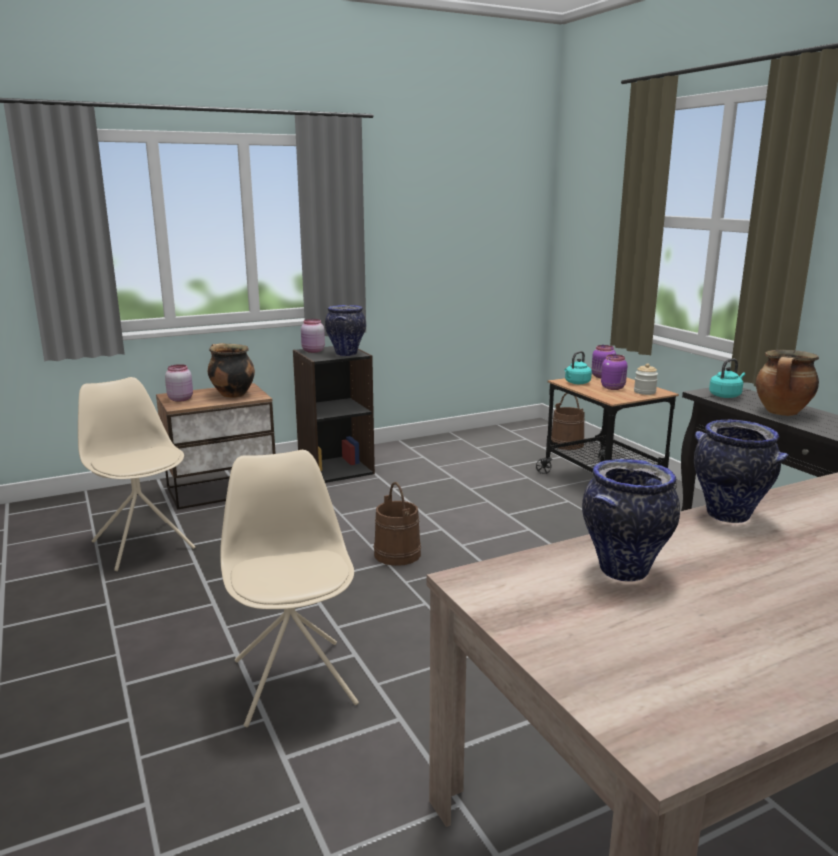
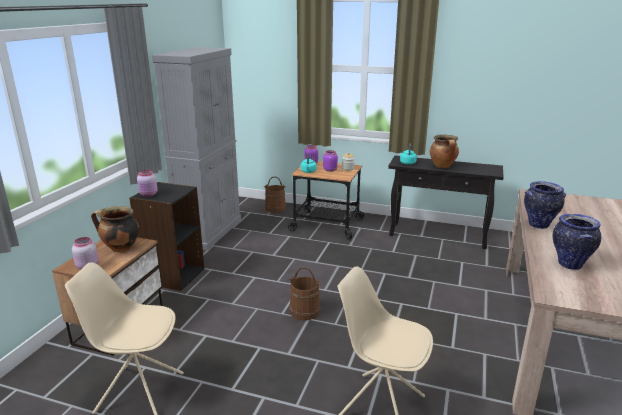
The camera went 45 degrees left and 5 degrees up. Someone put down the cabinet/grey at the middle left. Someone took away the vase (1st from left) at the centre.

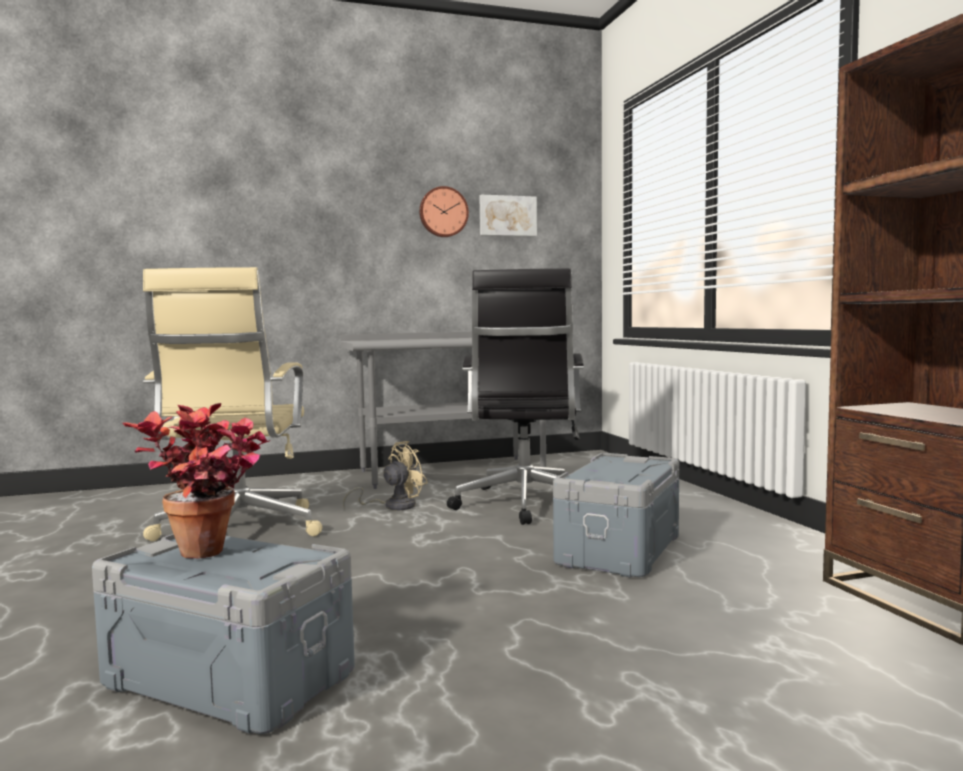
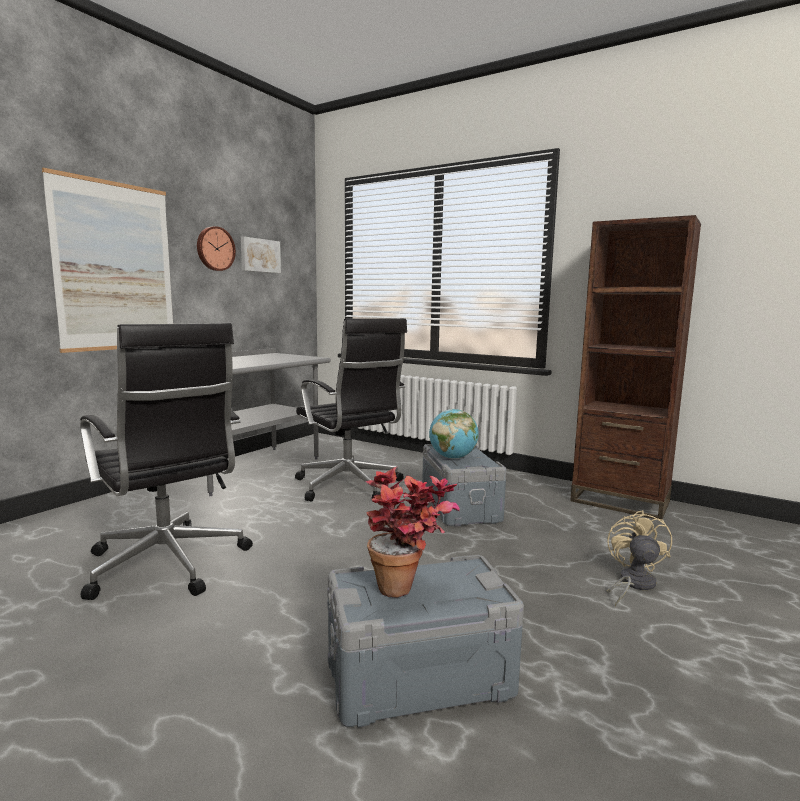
The camera went 40 degrees left and 5 degrees up. Someone put up the picture (1st from left) at the top left. Someone repainted the office chair/beige at the middle left, which became the office chair/black (1st from left) at the middle left. Someone put down the globe at the centre. Someone carried the fan/beige from the centre to the bottom right.

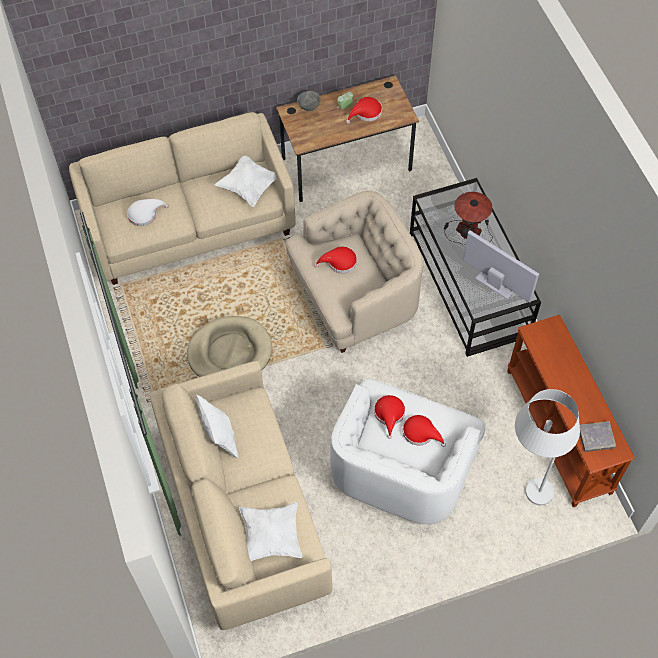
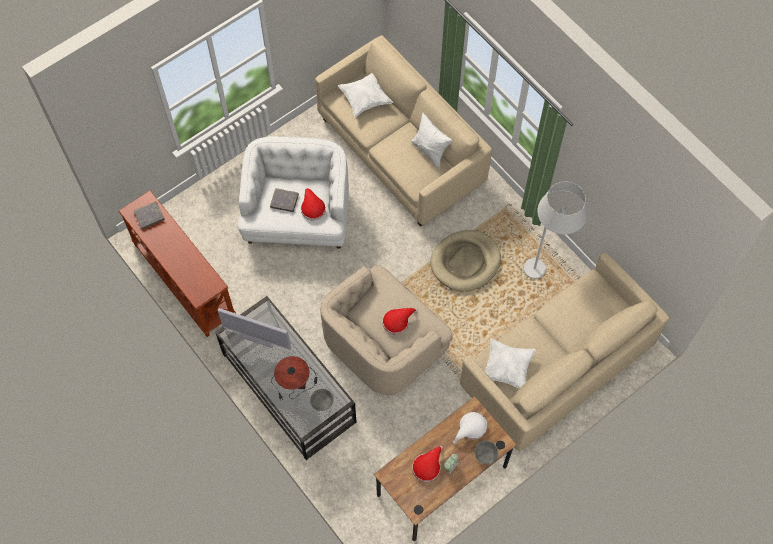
The camera went 160 degrees right and 5 degrees up. Someone swapped the hat/red (4th from left) at the centre for the book/grey (2nd from left) at the centre. Someone put down the bowl/grey (1st from left) at the bottom centre. Someone carried the hat/white from the top left to the bottom centre. Someone carried the floor lamp/white from the bottom right to the middle right.

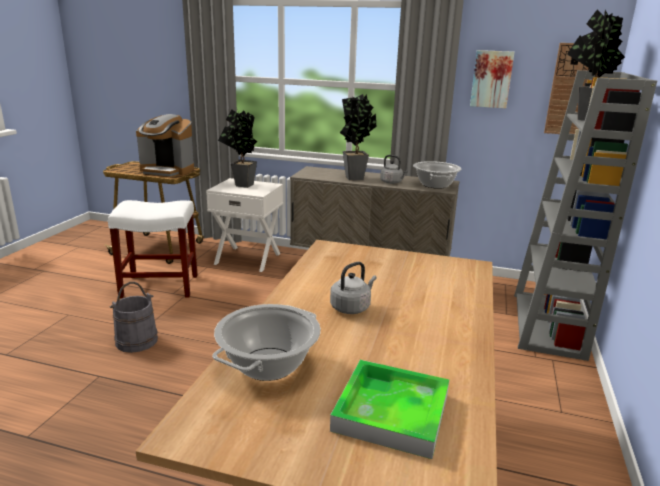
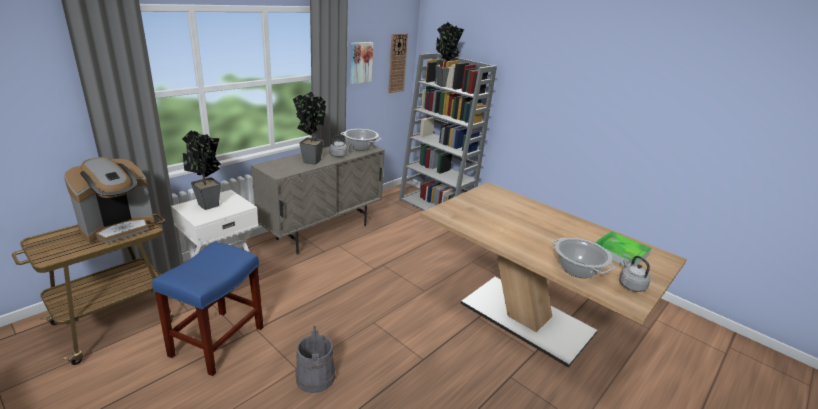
The camera went 65 degrees left and 5 degrees up. Someone repainted the stool/white at the middle left, which became the stool/blue at the bottom left. Someone carried the kettle/grey (1st from left in the first image) from the centre to the bottom right.

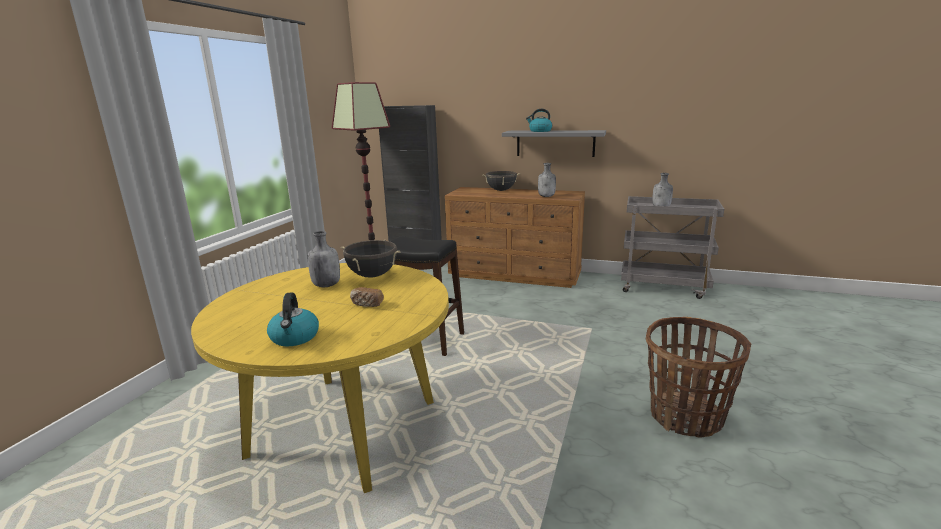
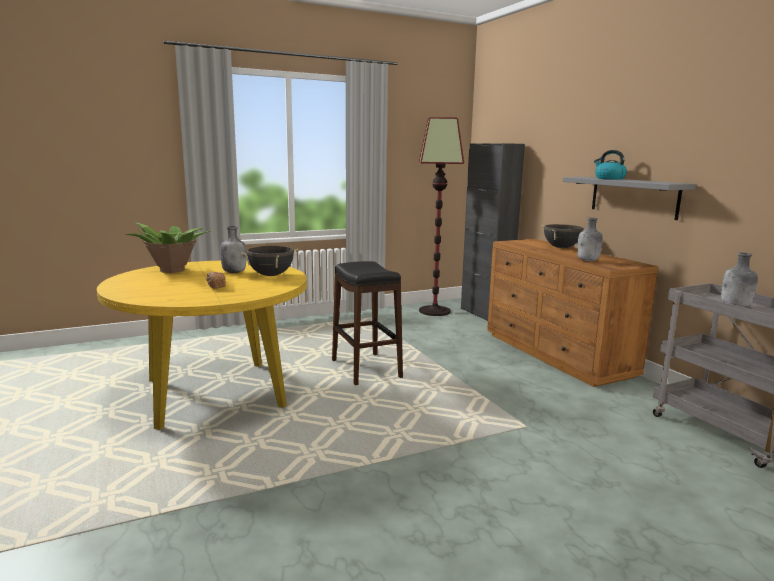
The camera went 45 degrees right and 5 degrees down. Someone put down the potted plant at the middle left. Someone took away the kettle (1st from left) at the middle left. Someone took away the basket at the bottom right.

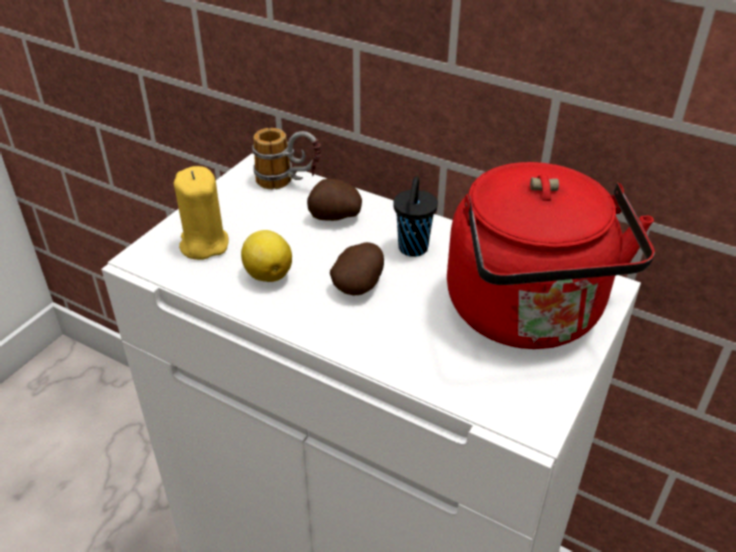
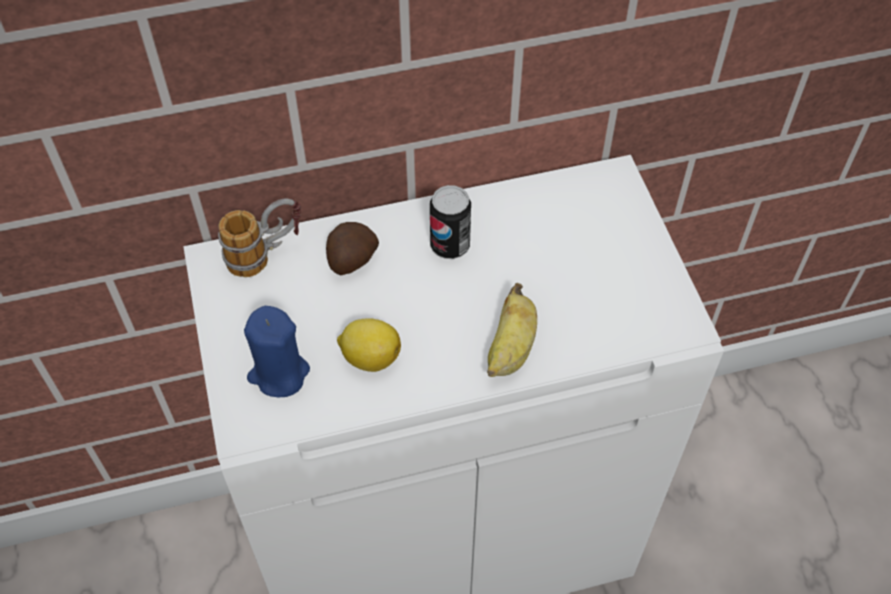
The camera went 45 degrees left and 15 degrees up. Someone repainted the candle/yellow at the middle left, which became the candle/blue at the middle left. Someone swapped the cup/black at the centre for the can at the centre. Someone put down the banana at the centre. Someone took away the potato (2nd from left) at the centre. Someone took away the kettle/red at the middle right.

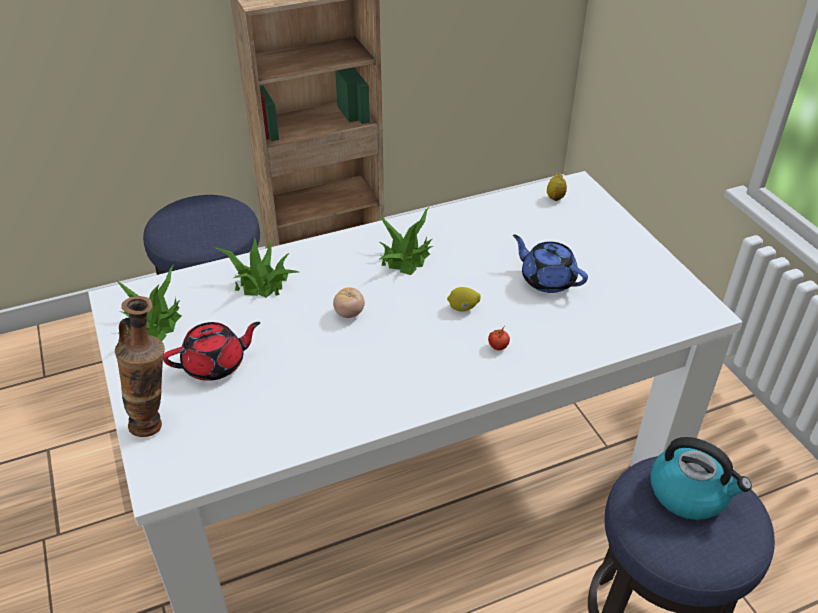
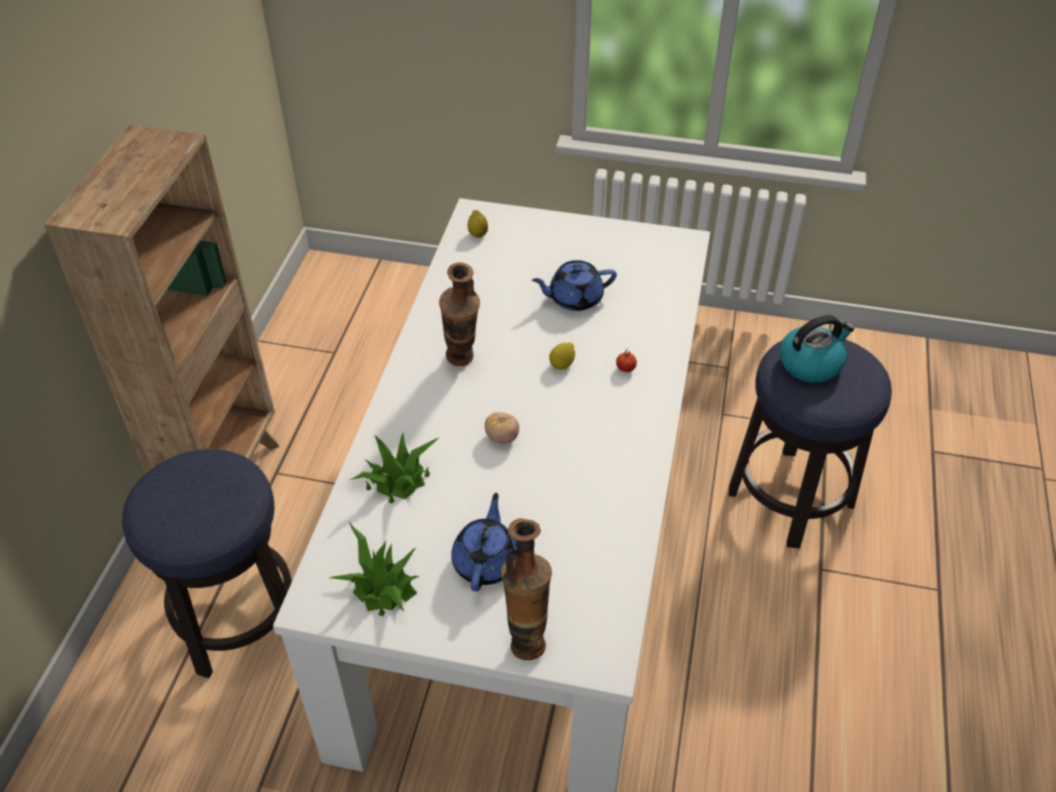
The camera went 55 degrees left and 5 degrees up. Someone swapped the potted plant (3rd from left) at the centre for the vase (1st from left) at the centre. Someone repainted the teapot/red at the middle left, which became the teapot/blue (1st from left) at the bottom centre.

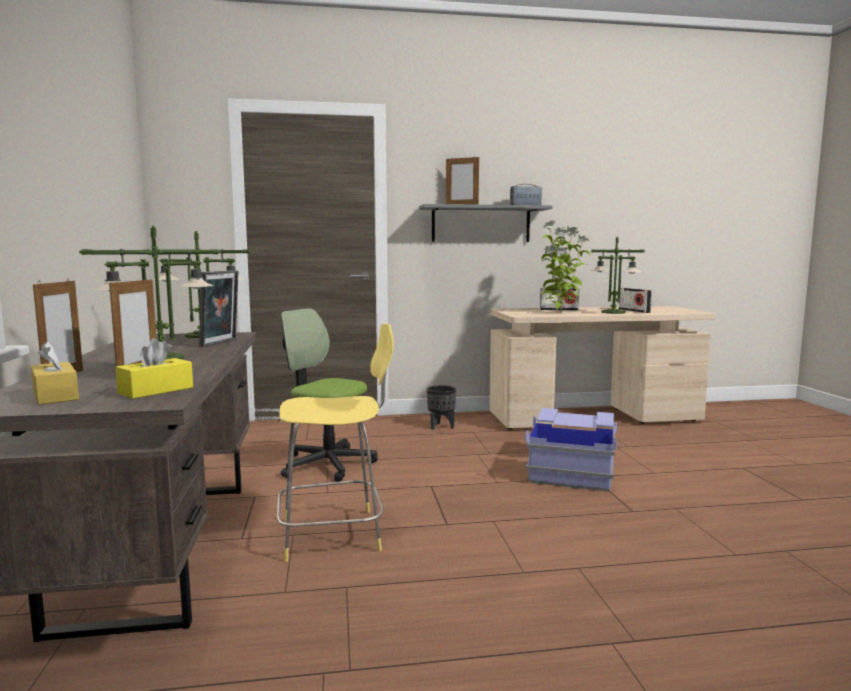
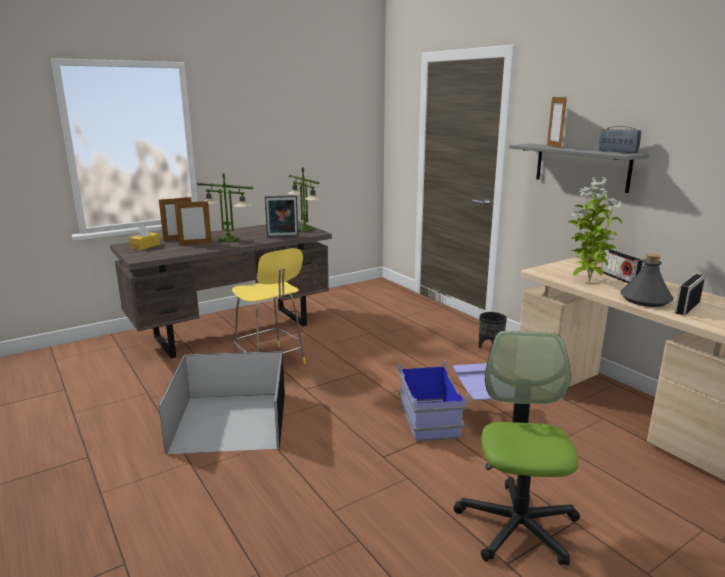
The camera went 65 degrees right and 10 degrees up. Someone put down the storage box/black at the bottom left. Someone carried the office chair from the centre to the bottom right. Someone swapped the table lamp (3rd from left) at the middle right for the bottle/grey at the middle right. Someone took away the tissue box/yellow (2nd from left) at the middle left.

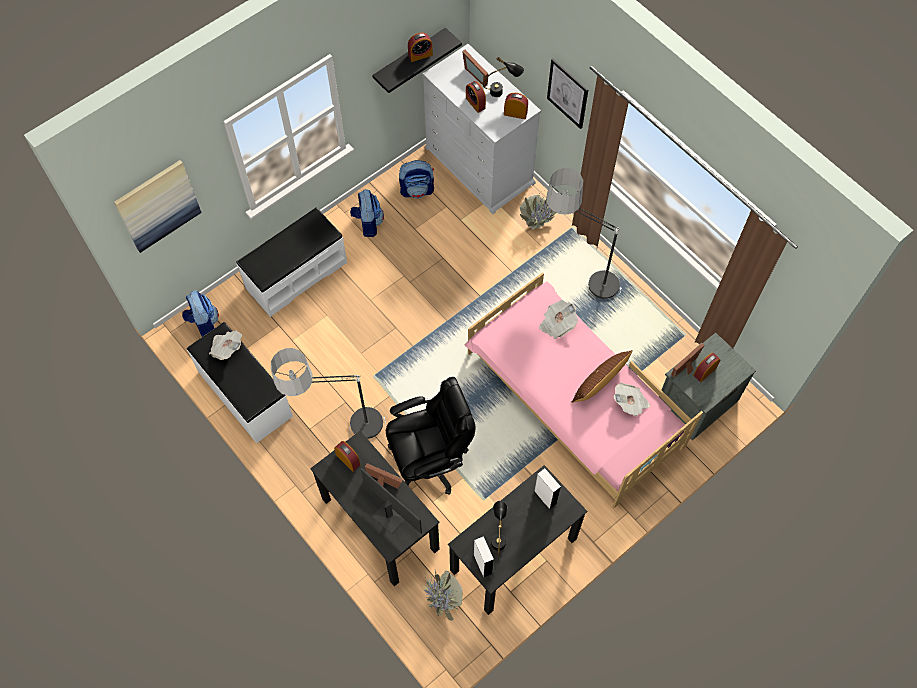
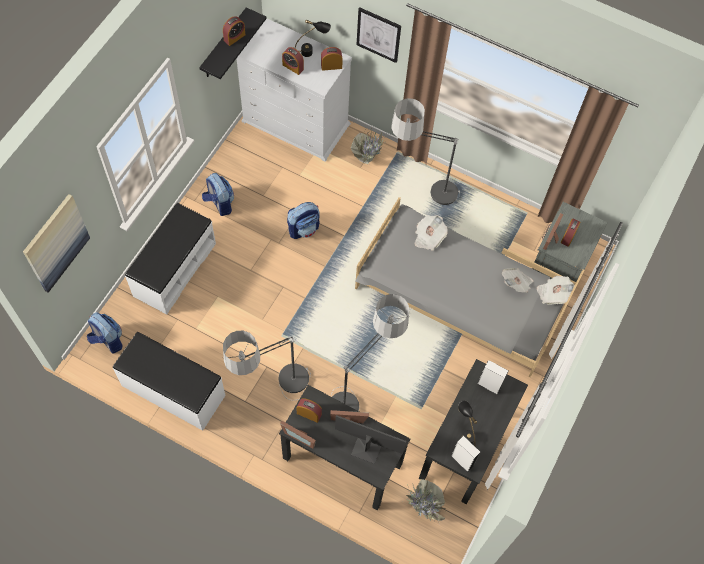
The camera went 25 degrees left and 0 degrees up. Someone carried the picture frame (2nd from left in the first image) from the top centre to the bottom centre. Someone carried the backpack (3rd from left) from the top centre to the centre. Someone swapped the office chair/black at the centre for the floor lamp (2nd from left) at the centre. Someone repainted the bed/pink at the centre, which became the bed/grey at the middle right. Someone carried the newspaper (1st from left in the first image) from the middle left to the middle right. Someone took away the pillow/brown at the centre.

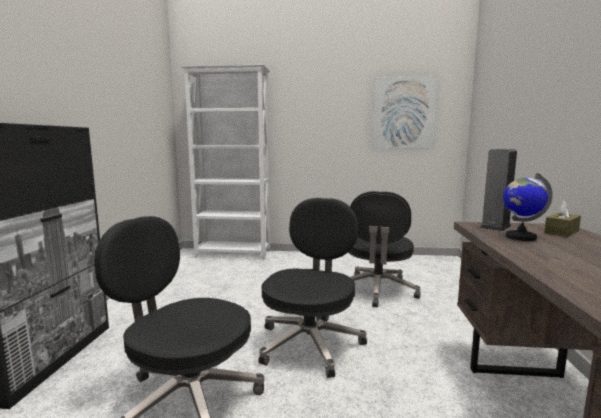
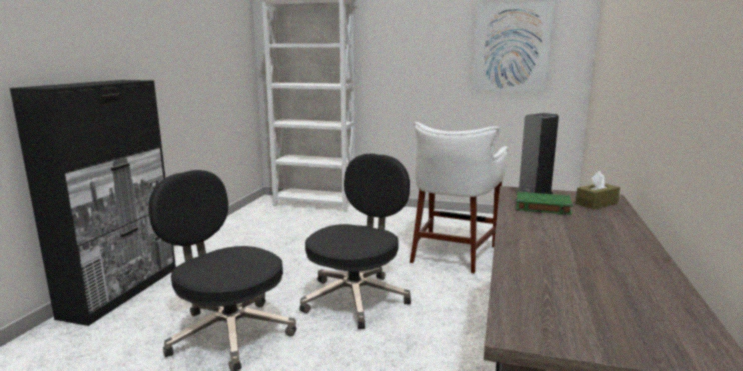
The camera went 10 degrees right and 5 degrees up. Someone swapped the office chair/black (3rd from left) at the centre for the stool/white at the centre. Someone swapped the globe at the middle right for the book/green at the middle right.

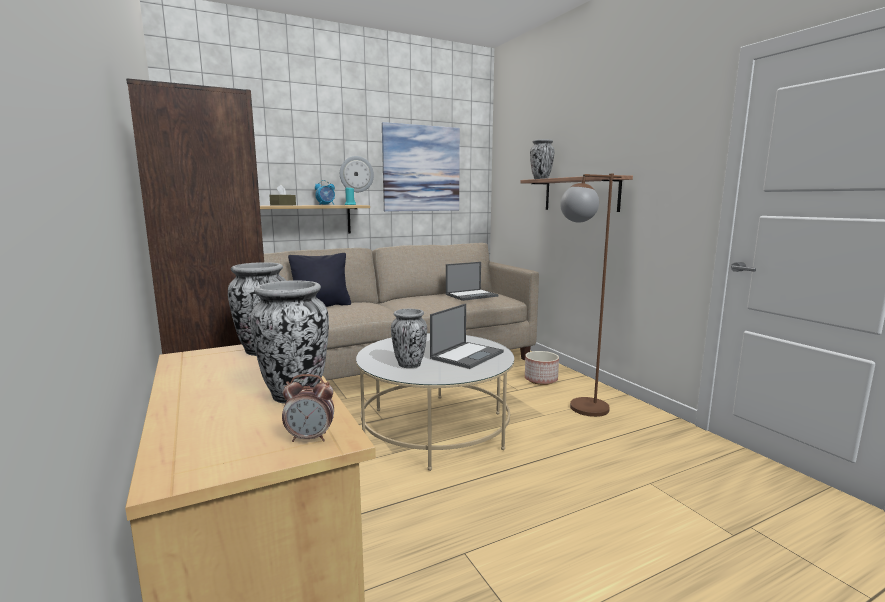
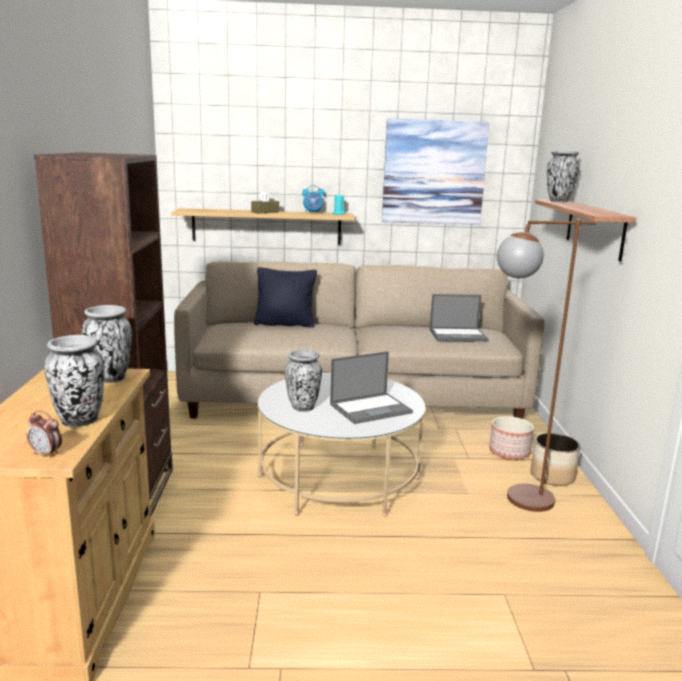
The camera went 25 degrees right and 5 degrees up. Someone put down the planter (2nd from left) at the bottom right. Someone took away the wall clock at the top centre.

